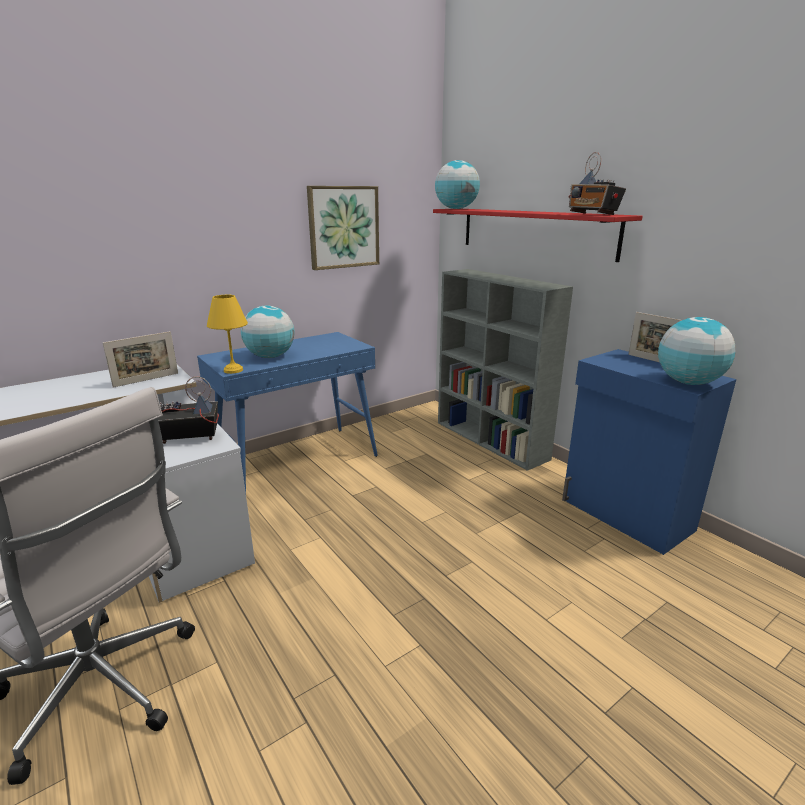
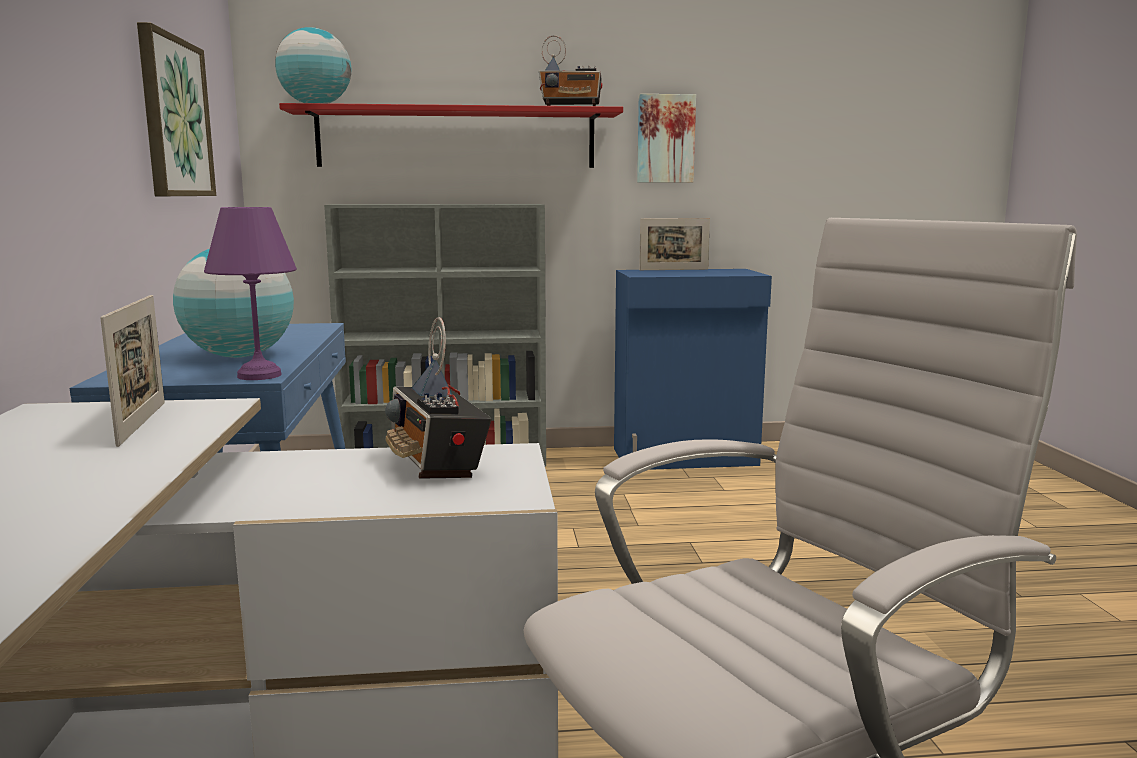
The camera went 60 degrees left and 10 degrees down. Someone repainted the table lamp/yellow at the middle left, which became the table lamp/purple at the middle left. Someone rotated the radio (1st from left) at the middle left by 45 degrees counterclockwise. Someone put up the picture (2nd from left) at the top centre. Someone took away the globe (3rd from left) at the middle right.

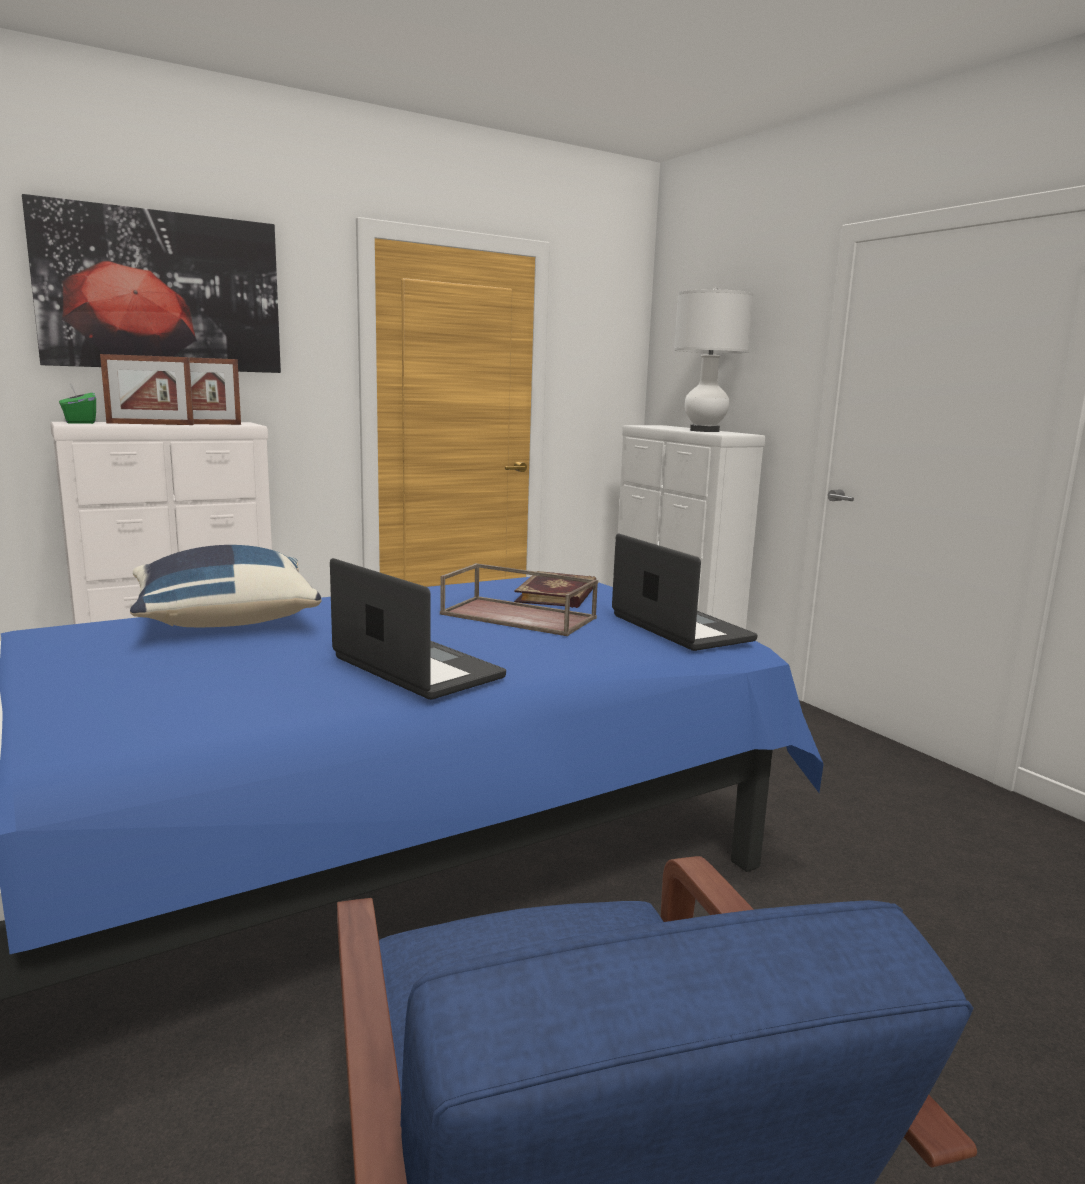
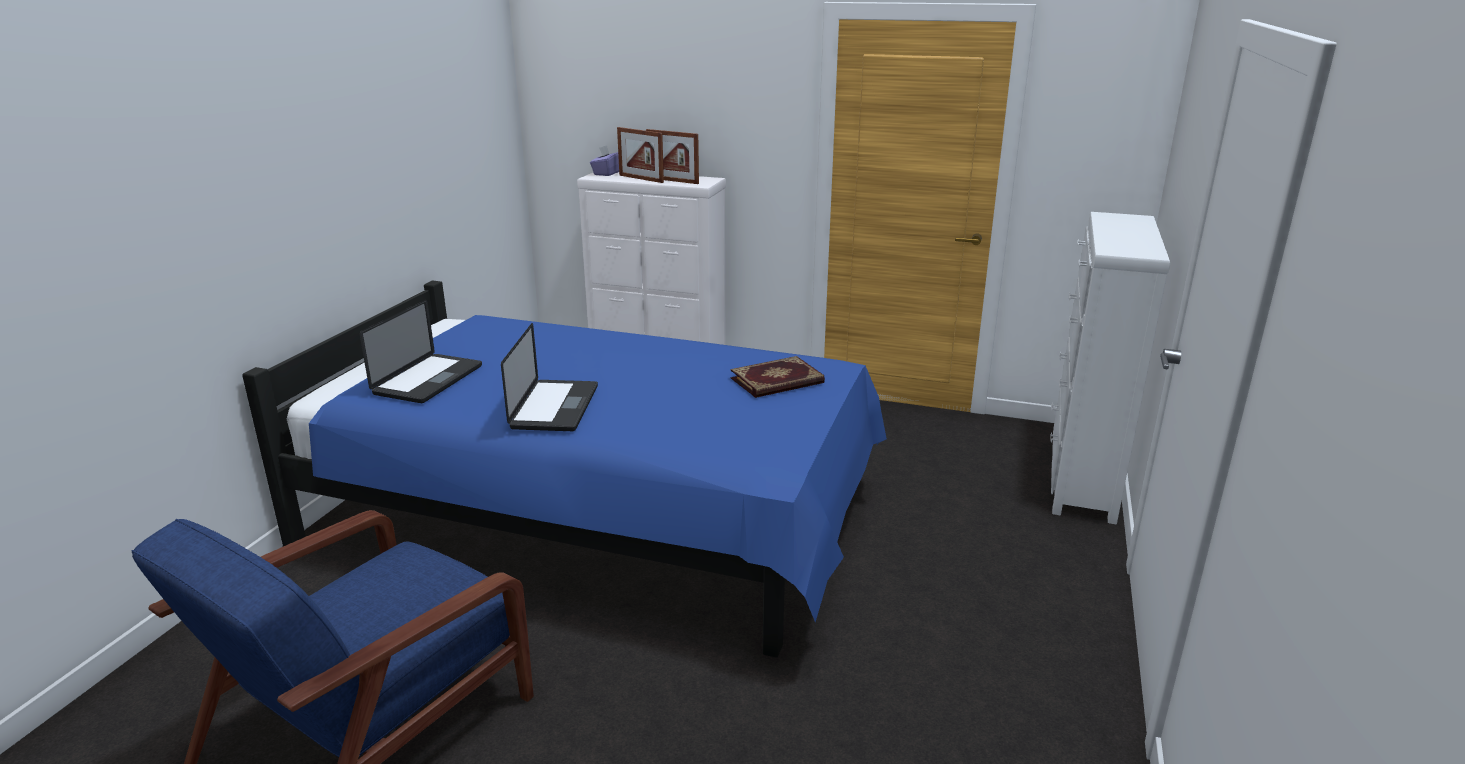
The camera went 50 degrees right and 10 degrees up. Someone carried the laptop (2nd from left in the first image) from the centre to the middle left. Someone repainted the tissue box/green at the middle left, which became the tissue box/purple at the top centre. Someone took away the picture at the top left. Someone took away the pillow/blue at the middle left. Someone took away the tray/brown at the centre. Someone took away the table lamp/white at the top centre.

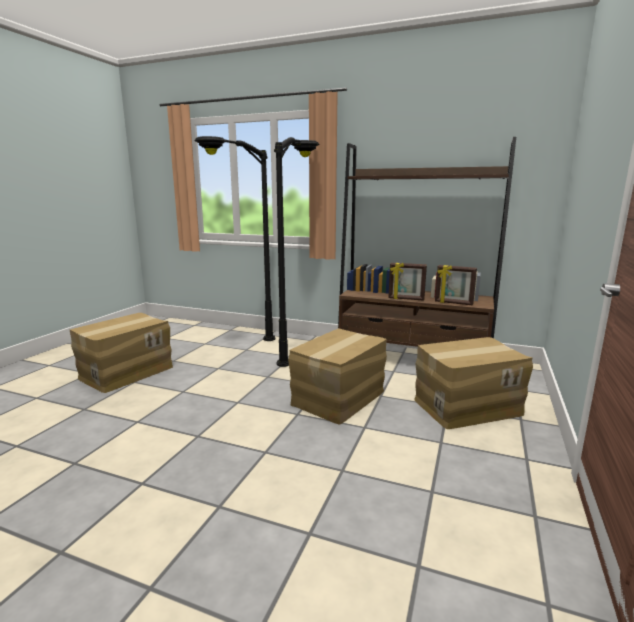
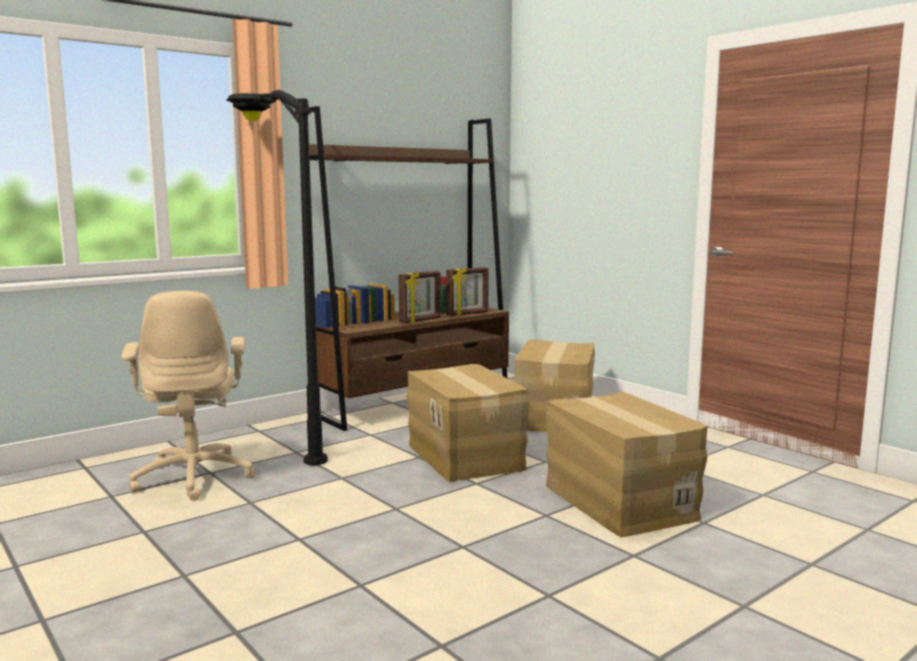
The camera went 60 degrees left and 5 degrees down. Someone swapped the floor lamp/black (1st from left) at the centre for the office chair/beige at the middle left. Someone carried the cardboard box (1st from left in the first image) from the middle left to the bottom right.

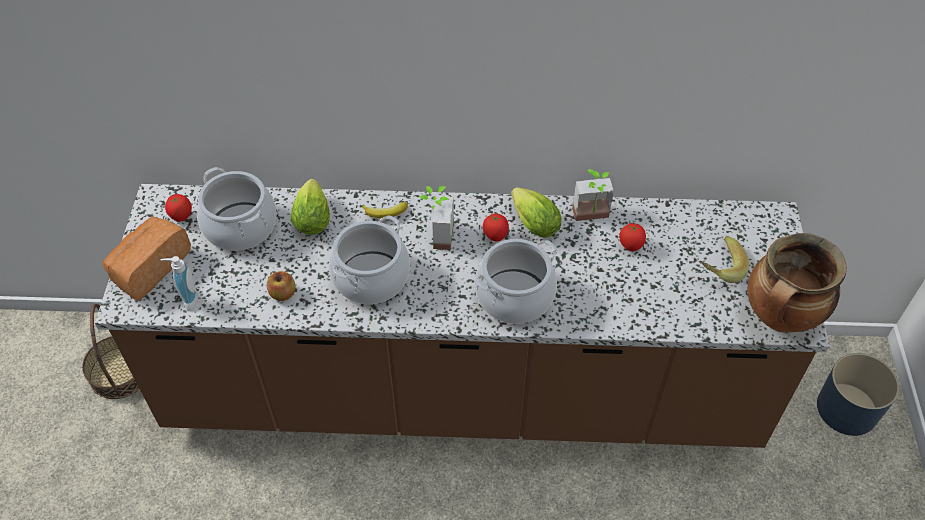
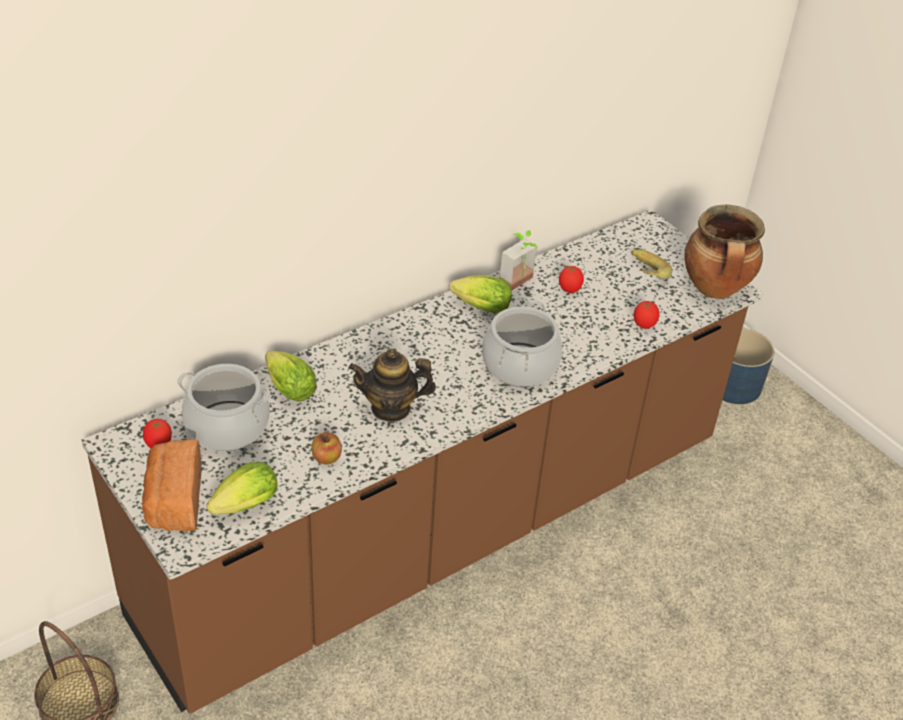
The camera went 40 degrees left and 10 degrees down. Someone swapped the soap dispenser at the middle left for the lettuce (1st from left) at the bottom left. Someone swapped the cooking pot (2nd from left) at the centre for the teapot at the centre. Someone carried the tomato (2nd from left in the first image) from the centre to the middle right. Someone took away the banana (1st from left) at the centre. Someone took away the potted plant (1st from left) at the centre.

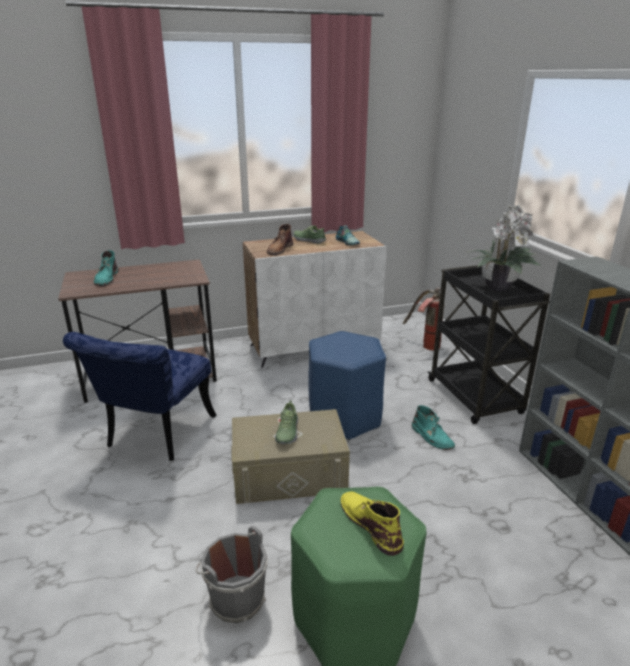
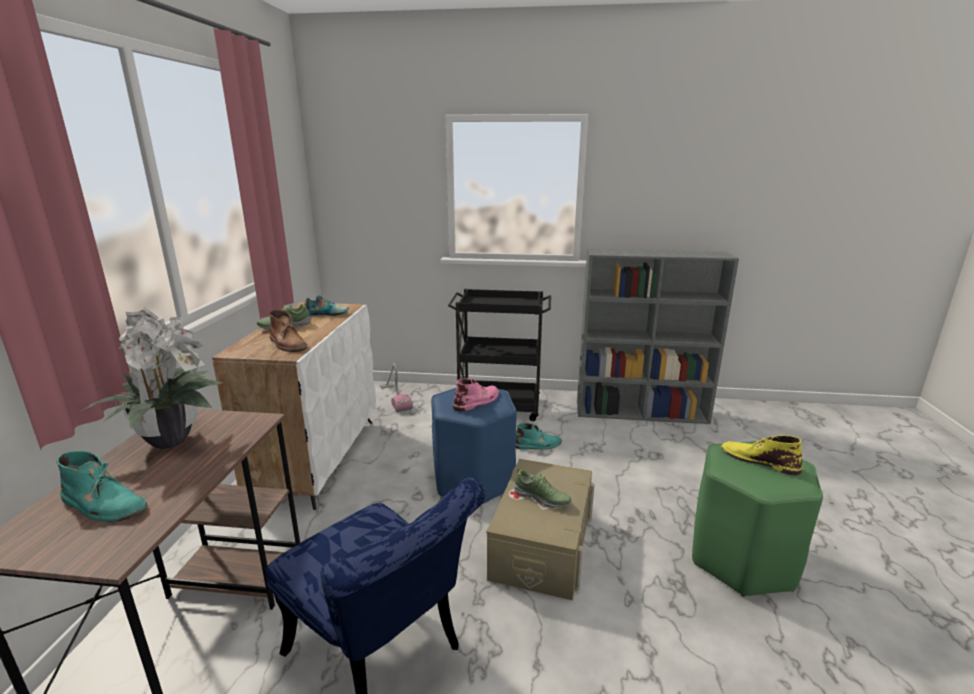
The camera went 65 degrees left and 5 degrees down. Someone carried the potted plant from the middle right to the middle left. Someone swapped the fire extinguisher at the middle right for the vacuum cleaner at the centre. Someone put down the boot/pink at the centre. Someone rotated the boot/yellow at the bottom centre by 45 degrees clockwise. Someone took away the bucket/grey at the bottom centre.

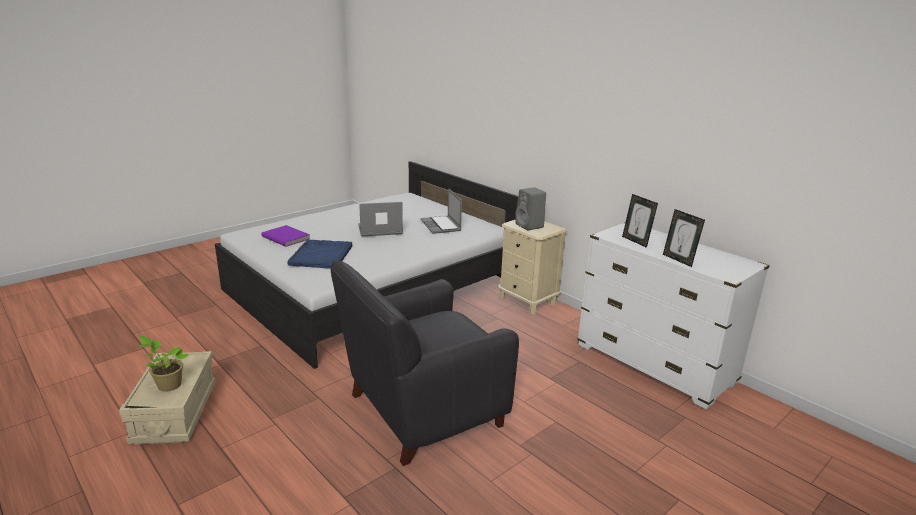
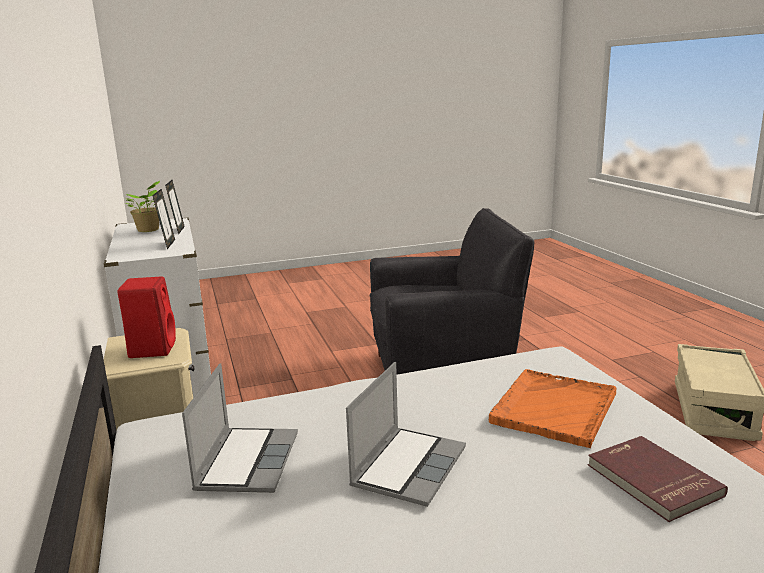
The camera went 155 degrees left and 5 degrees down. Someone repainted the speaker/grey at the centre, which became the speaker/red at the middle left. Someone carried the potted plant from the bottom left to the middle left. Someone rotated the laptop (1st from left in the first image) at the centre by 75 degrees counterclockwise. Someone repainted the tray/blue at the centre, which became the tray/orange at the bottom right. Someone repainted the book/purple at the middle left, which became the book/red at the bottom right.

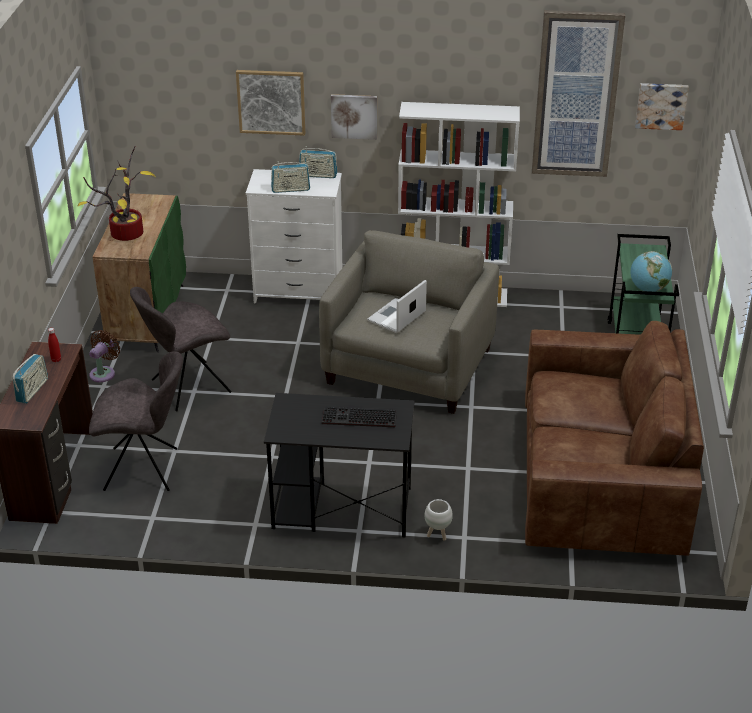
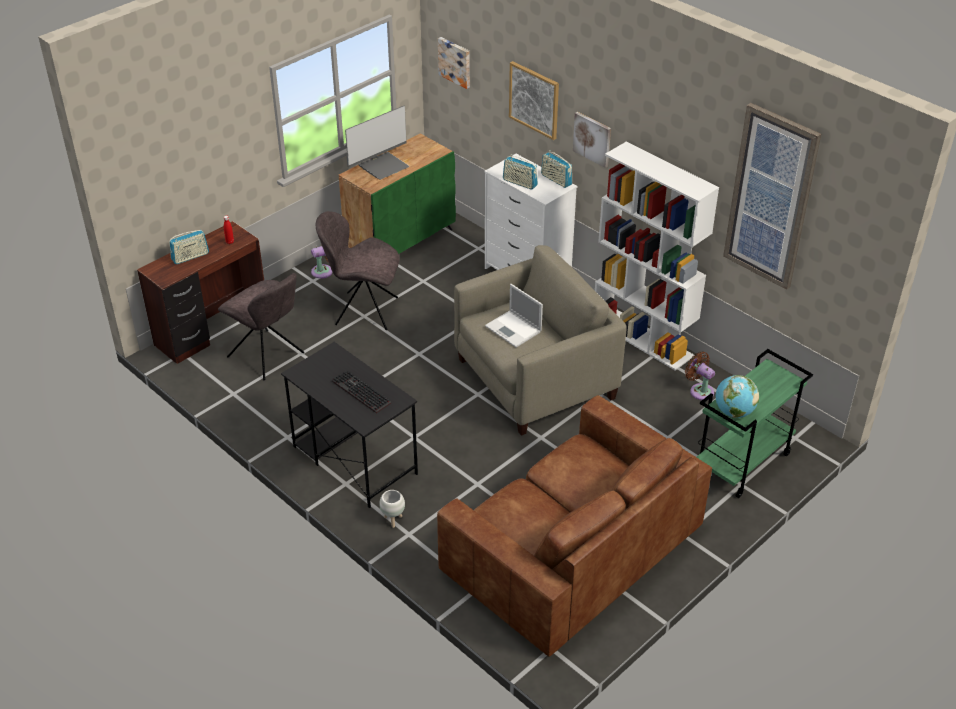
The camera went 40 degrees right and 5 degrees up. Someone swapped the potted plant at the top left for the monitor at the top centre. Someone carried the picture (4th from left in the first image) from the top right to the top centre. Someone rotated the laptop at the centre by 120 degrees counterclockwise. Someone put down the fan/brown (2nd from left) at the middle right.

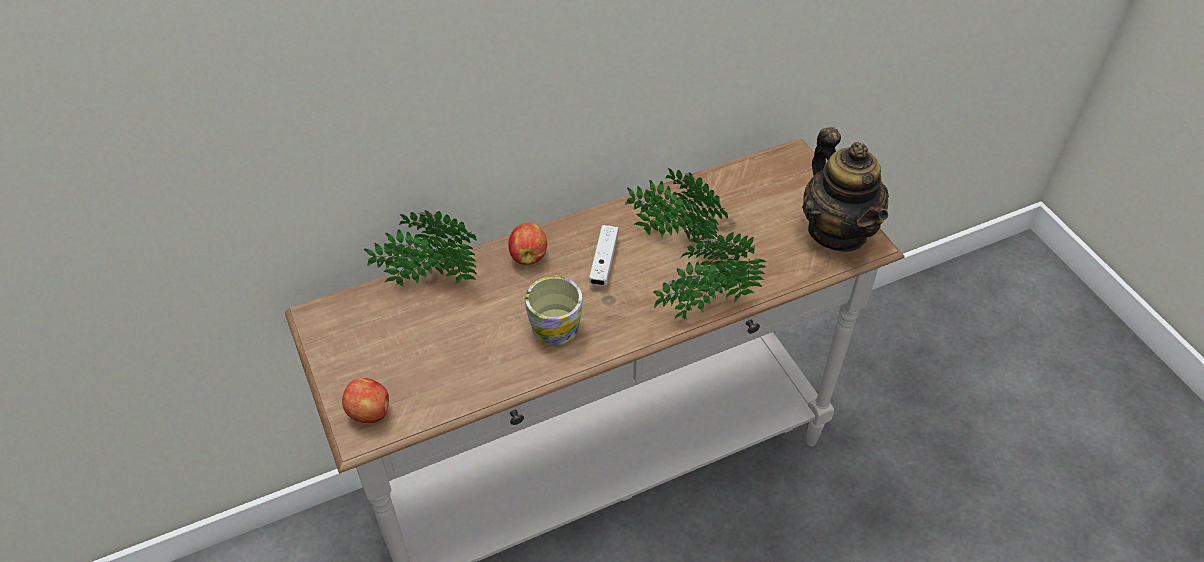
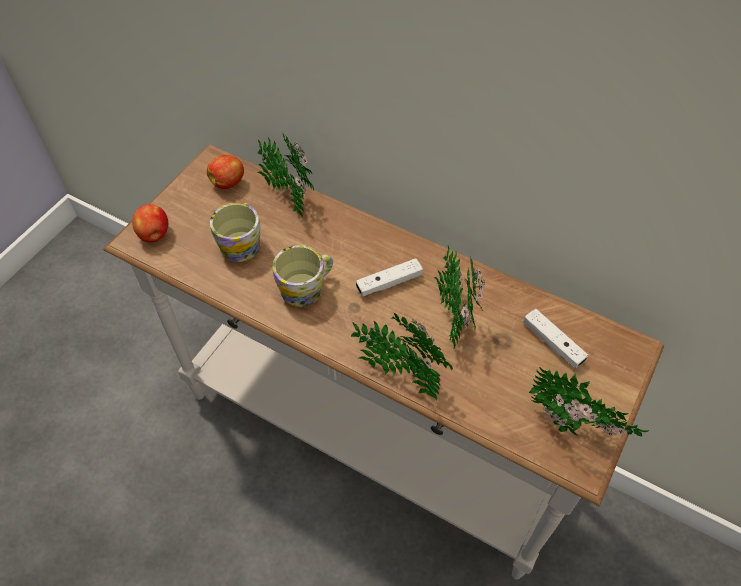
The camera went 55 degrees right and 5 degrees up. Someone carried the apple (2nd from left) from the centre to the top left. Someone put down the mug (1st from left) at the middle left. Someone put down the game controller/white (2nd from left) at the middle right. Someone swapped the teapot at the middle right for the potted plant (4th from left) at the bottom right.

